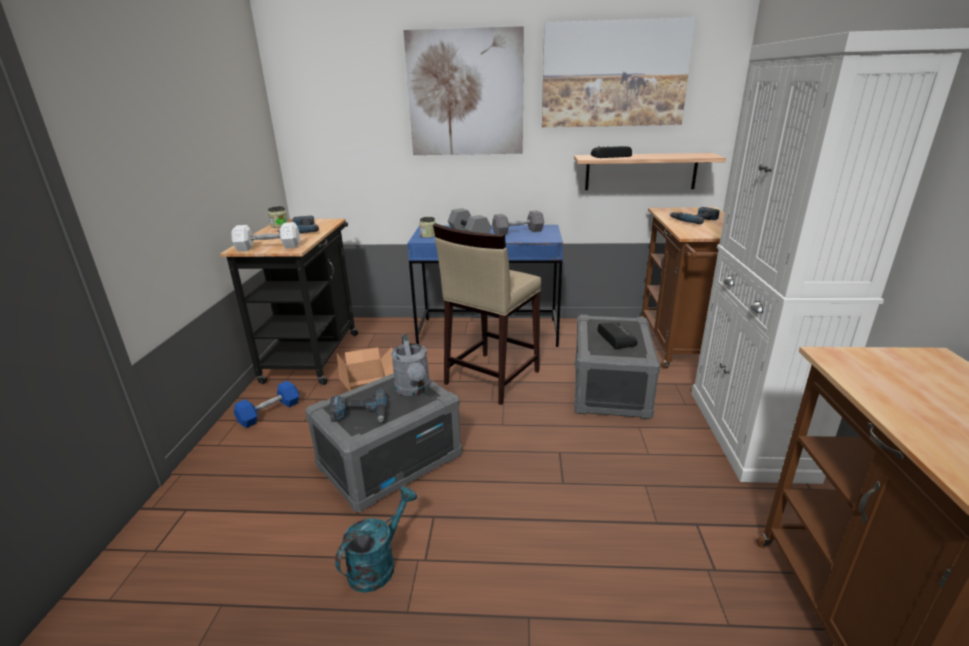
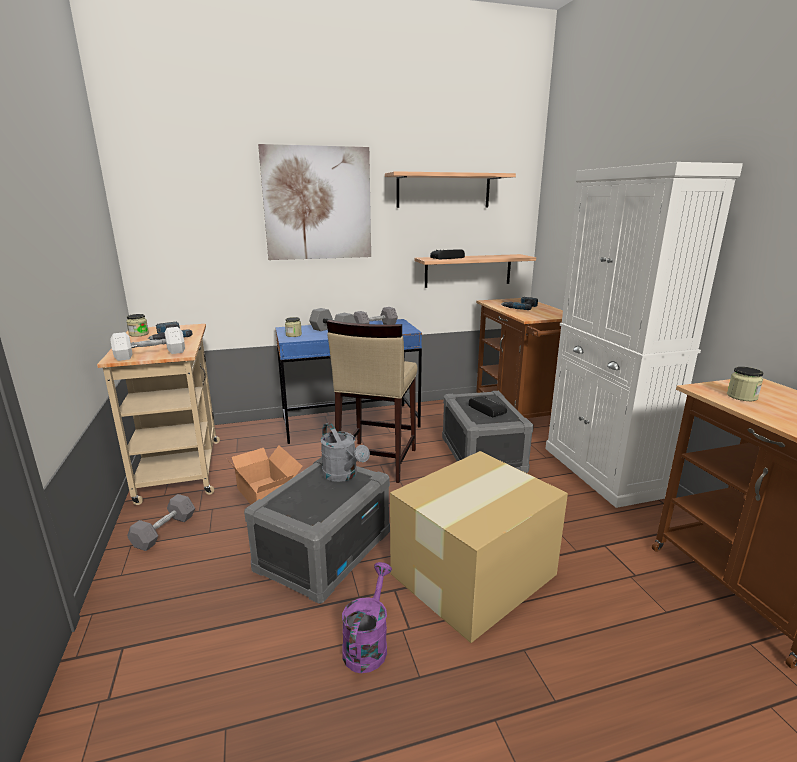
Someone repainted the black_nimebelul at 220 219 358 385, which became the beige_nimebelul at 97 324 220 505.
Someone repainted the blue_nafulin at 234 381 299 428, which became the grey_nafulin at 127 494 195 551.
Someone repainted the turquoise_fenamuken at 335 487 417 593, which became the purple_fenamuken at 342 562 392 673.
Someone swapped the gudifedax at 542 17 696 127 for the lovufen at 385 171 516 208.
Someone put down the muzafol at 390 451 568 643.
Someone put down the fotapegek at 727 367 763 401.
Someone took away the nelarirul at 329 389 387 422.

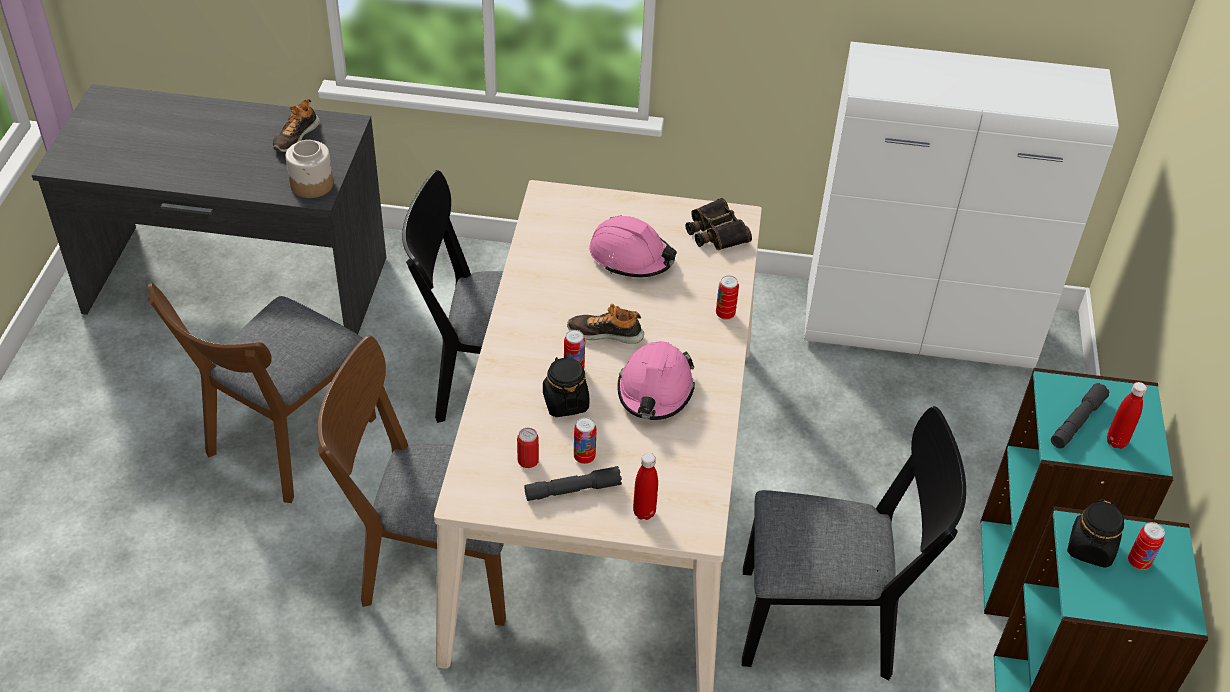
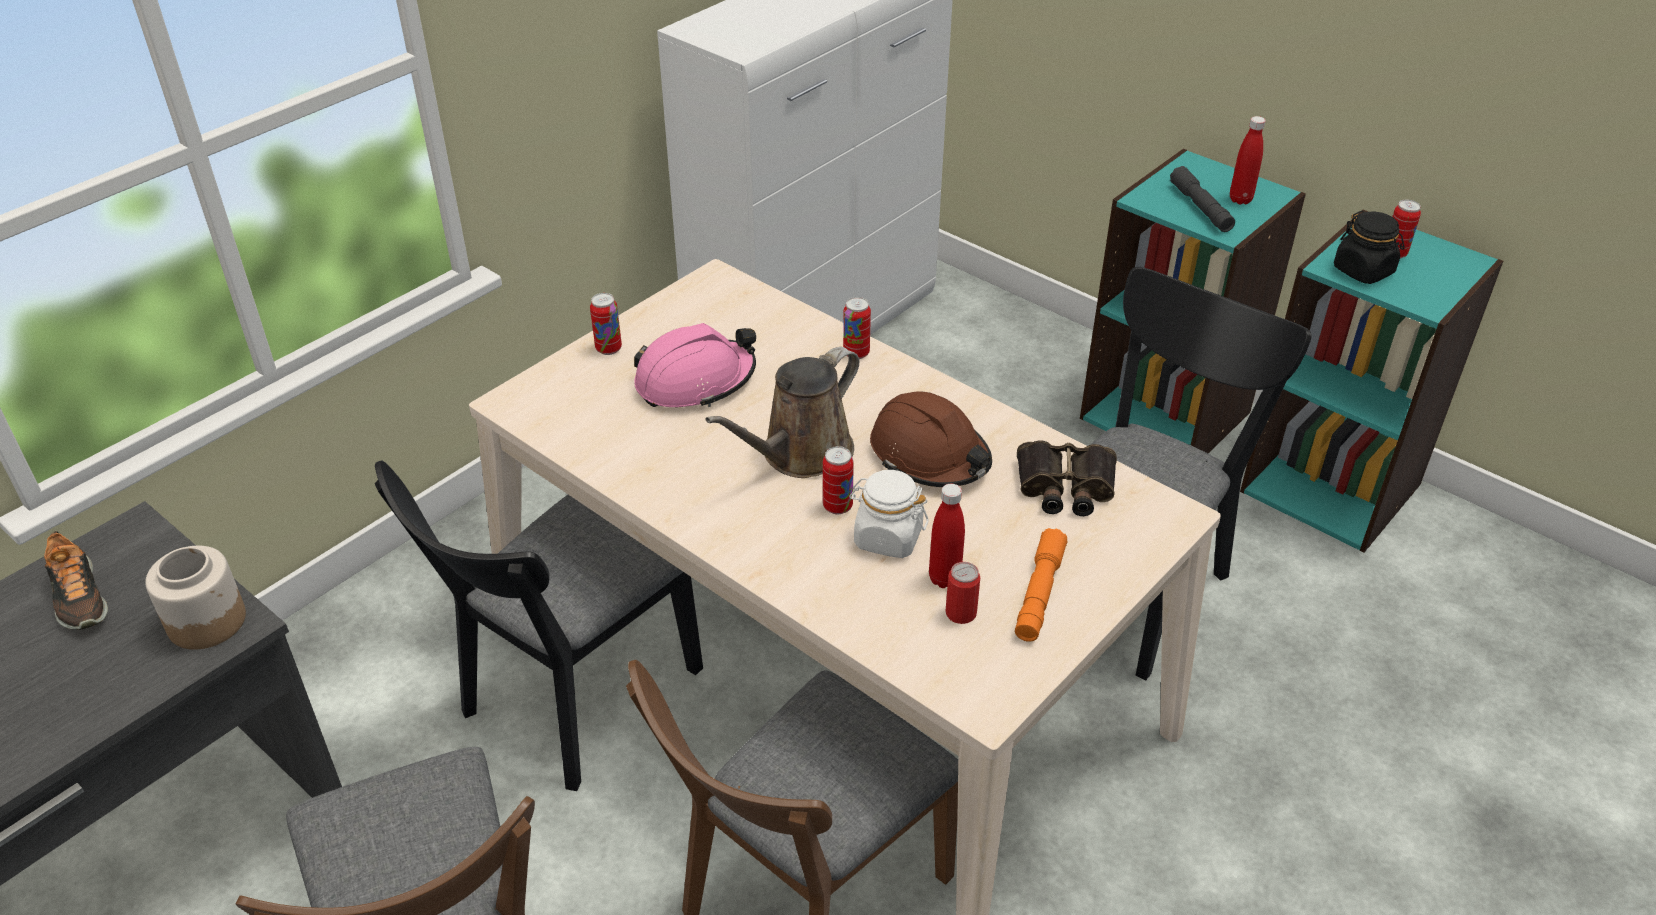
Someone carried the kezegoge from 574 417 597 464 to 590 293 622 355.
Someone swapped the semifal at 567 304 644 344 for the brown_fenamuken at 705 347 859 478.
Someone repainted the black_fotapegek at 543 356 589 417, which became the white_fotapegek at 849 470 929 558.
Someone repainted the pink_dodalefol at 617 341 695 420, which became the brown_dodalefol at 870 392 992 487.
Someone carried the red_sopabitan from 633 453 658 520 to 929 484 965 588.
Someone repainted the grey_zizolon at 524 466 622 501, which became the orange_zizolon at 1015 528 1068 642.
Someone carried the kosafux from 685 198 752 251 to 1017 440 1117 516.

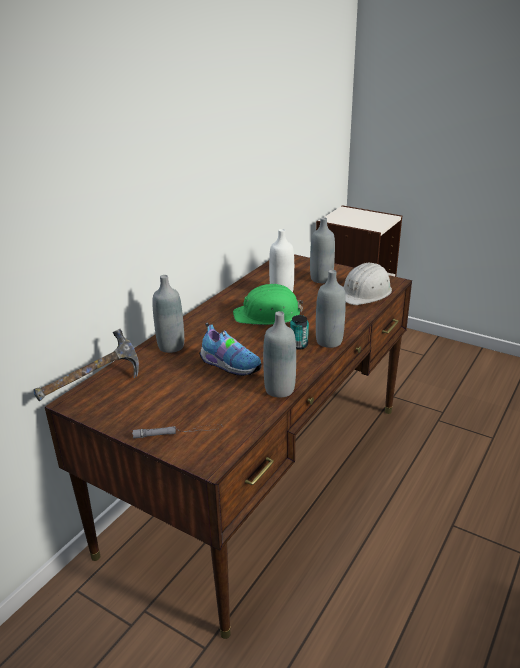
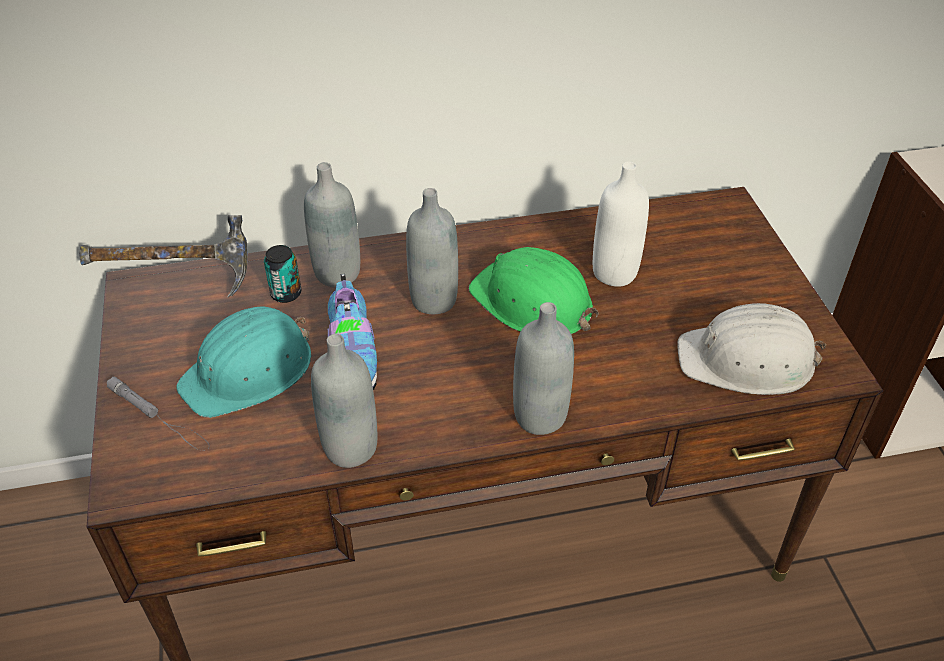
Someone put down the turquoise_dodalefol at 177 306 311 418.
Someone carried the kezegoge from 290 315 309 350 to 264 245 301 303.
Someone carried the grey_sopabitan from 310 217 335 283 to 406 188 458 314.

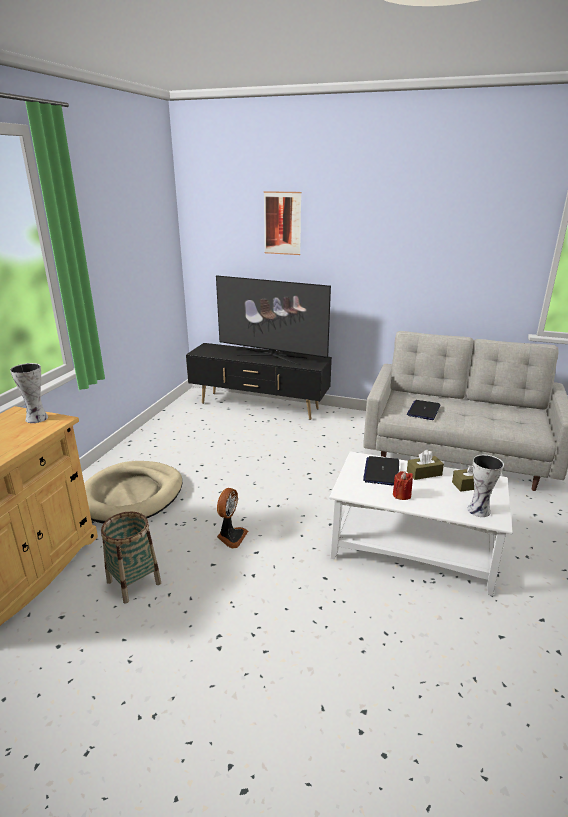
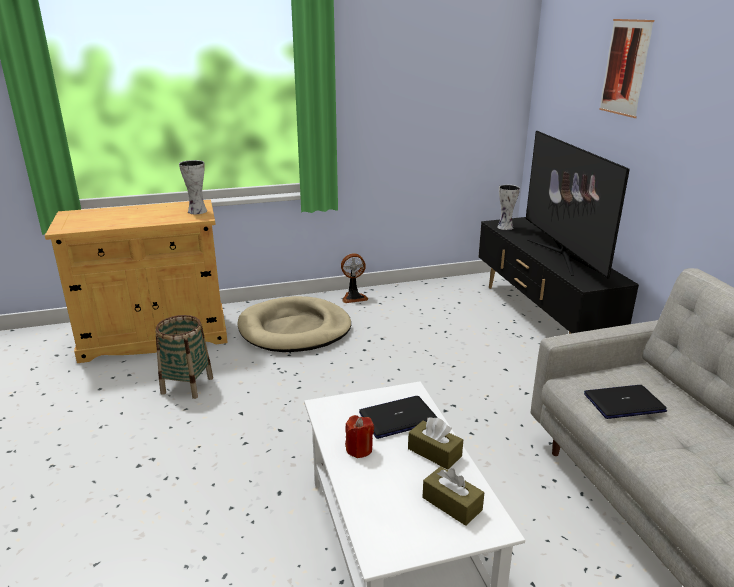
Someone carried the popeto from 217 488 248 548 to 341 253 368 303.
Someone carried the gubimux from 467 455 504 517 to 497 185 520 230.

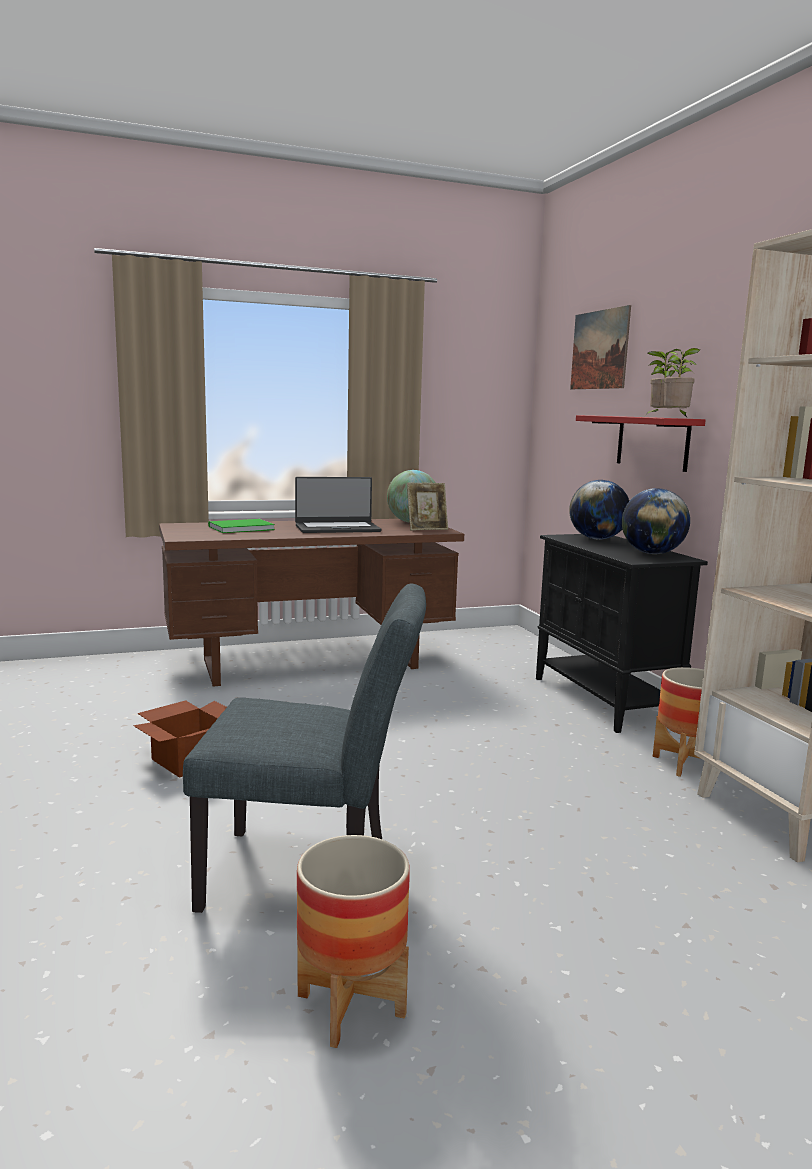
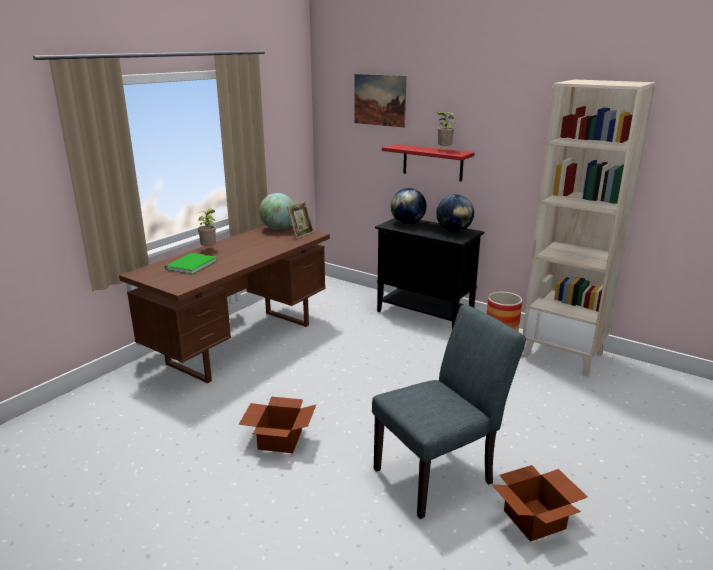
Someone carried the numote from 663 348 700 417 to 196 209 216 246.
Someone swapped the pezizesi at 297 835 410 1048 for the muzafol at 491 465 588 542.
Someone took away the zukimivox at 295 477 382 533.

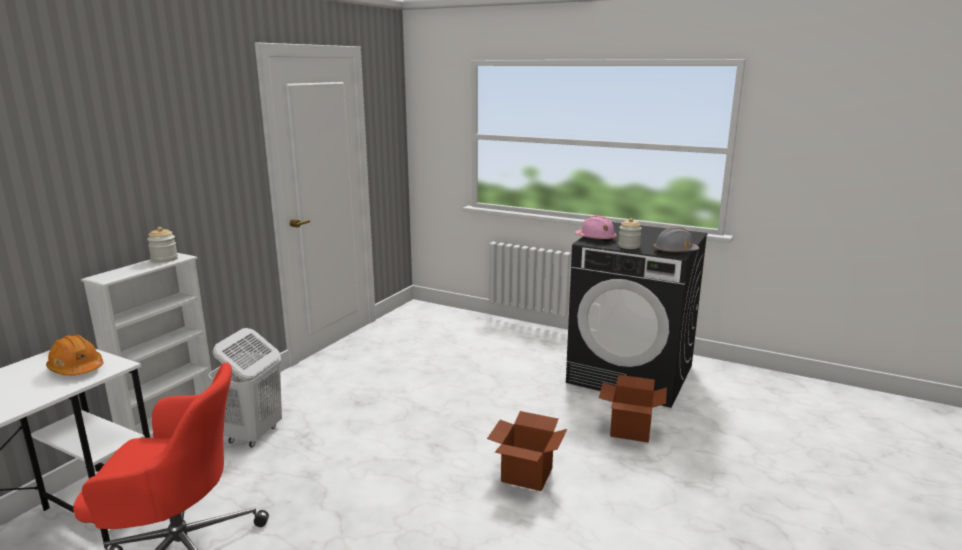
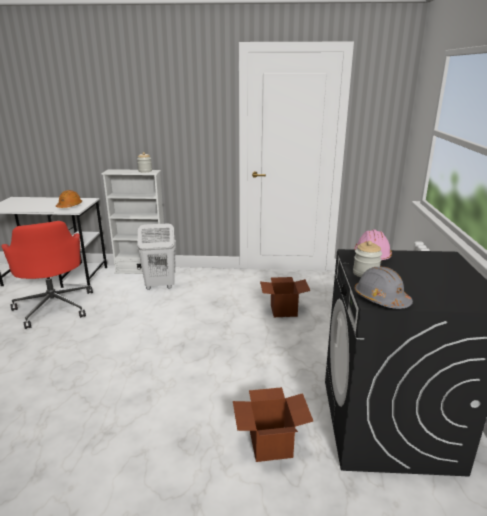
Someone carried the muzafol from 487 411 567 491 to 260 277 311 317.

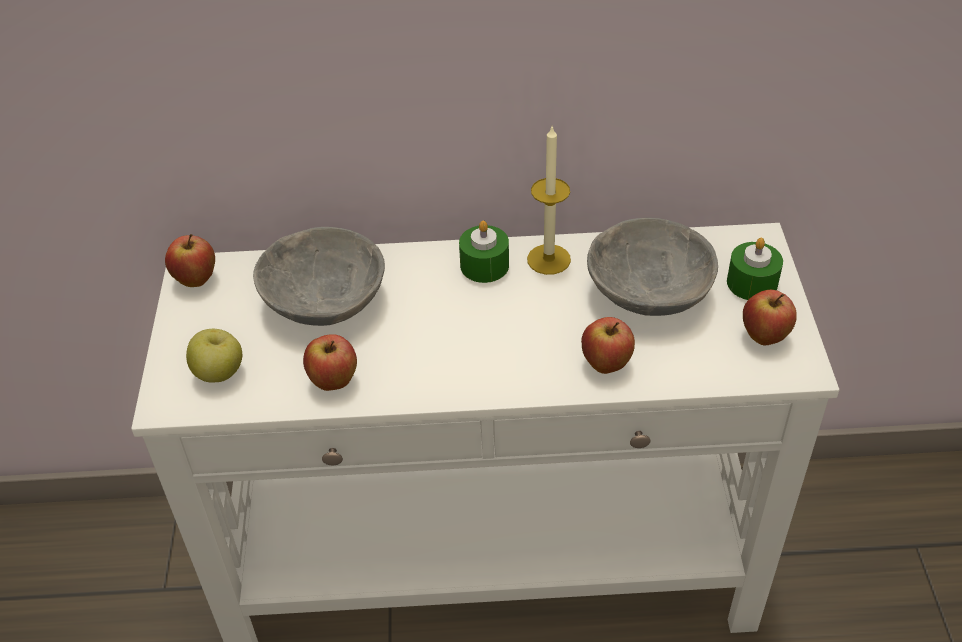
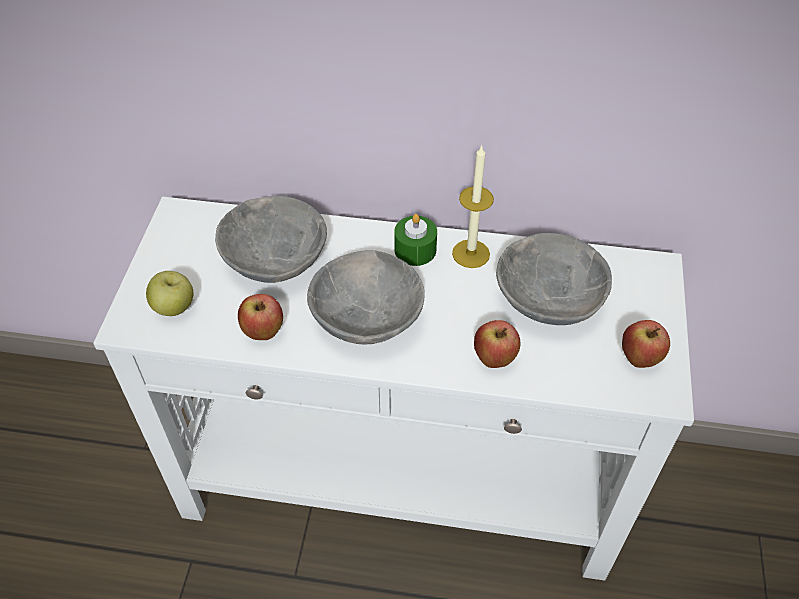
Someone put down the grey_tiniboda at 307 250 425 345.
Someone took away the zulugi at 165 234 215 287.
Someone took away the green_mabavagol at 727 238 783 300.

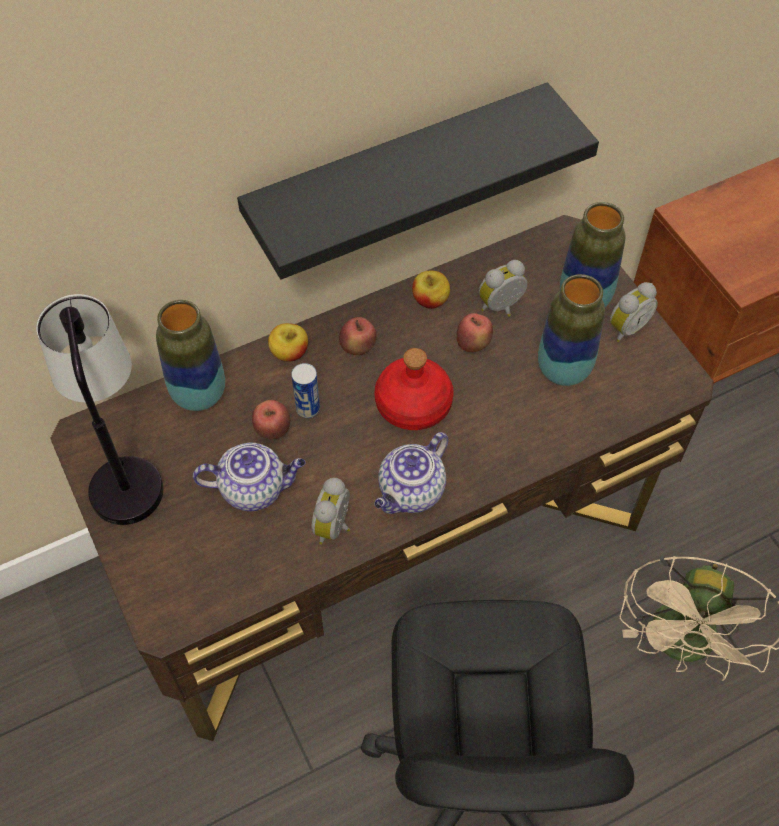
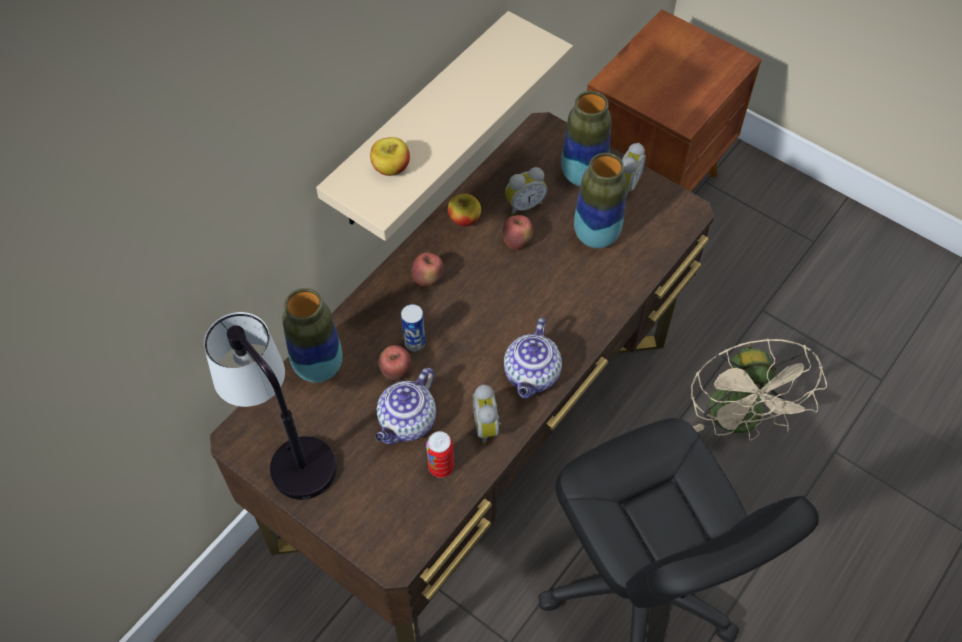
Someone repainted the black_lovufen at 237 82 599 280, which became the beige_lovufen at 316 11 573 241.
Someone carried the zulugi from 268 323 308 362 to 370 137 410 176.
Someone rotated the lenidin at 193 442 305 512 by 150 degrees clockwise.
Someone put down the kezegoge at 426 431 454 478.
Someone rotated the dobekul at 479 260 527 317 by 150 degrees counterclockwise.
Someone took away the red_sopabitan at 375 348 454 430.

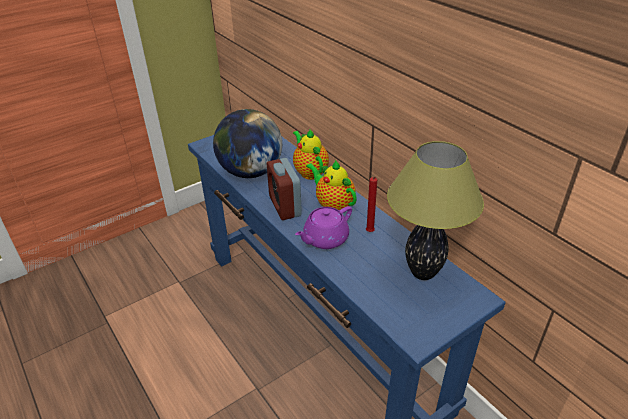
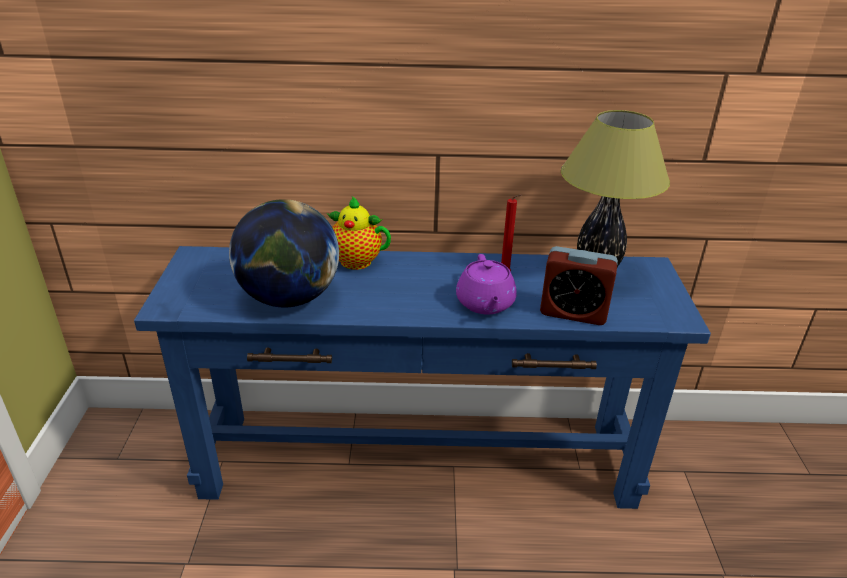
Someone carried the dobekul from 267 158 302 220 to 540 246 618 325.
Someone took away the lenidin at 306 160 357 210.

